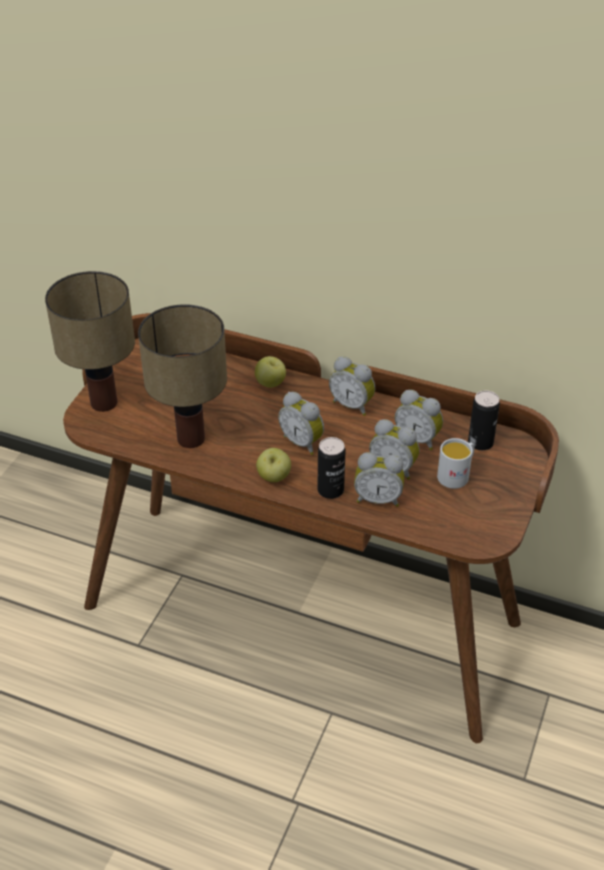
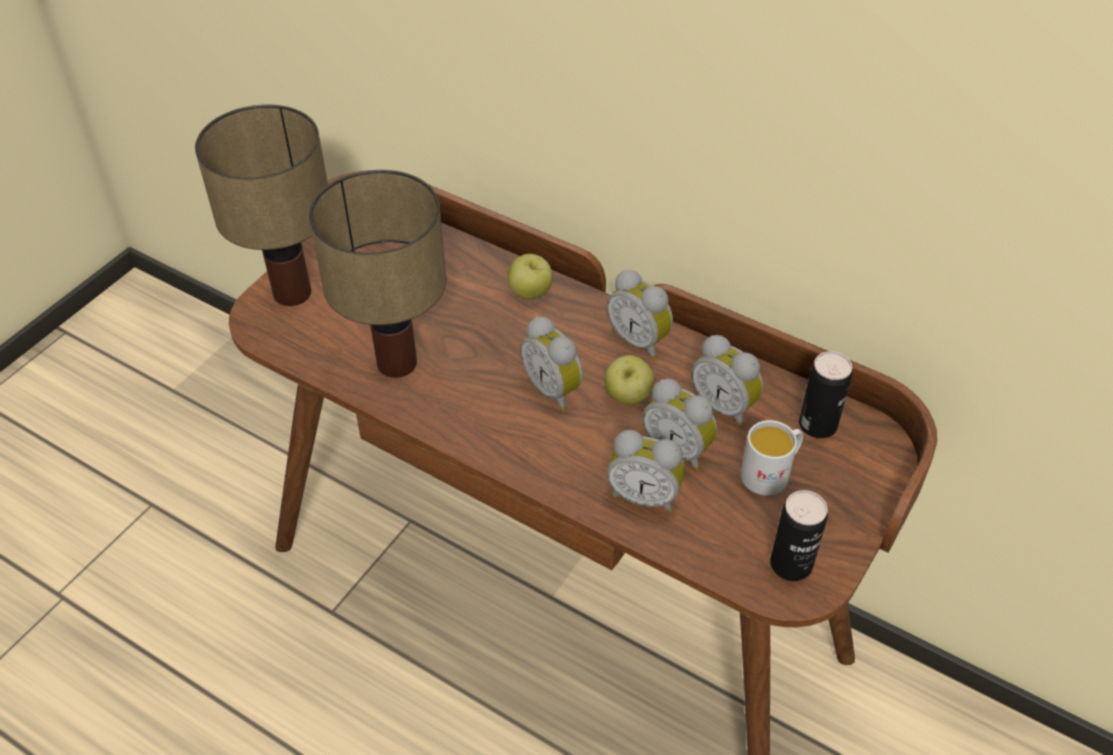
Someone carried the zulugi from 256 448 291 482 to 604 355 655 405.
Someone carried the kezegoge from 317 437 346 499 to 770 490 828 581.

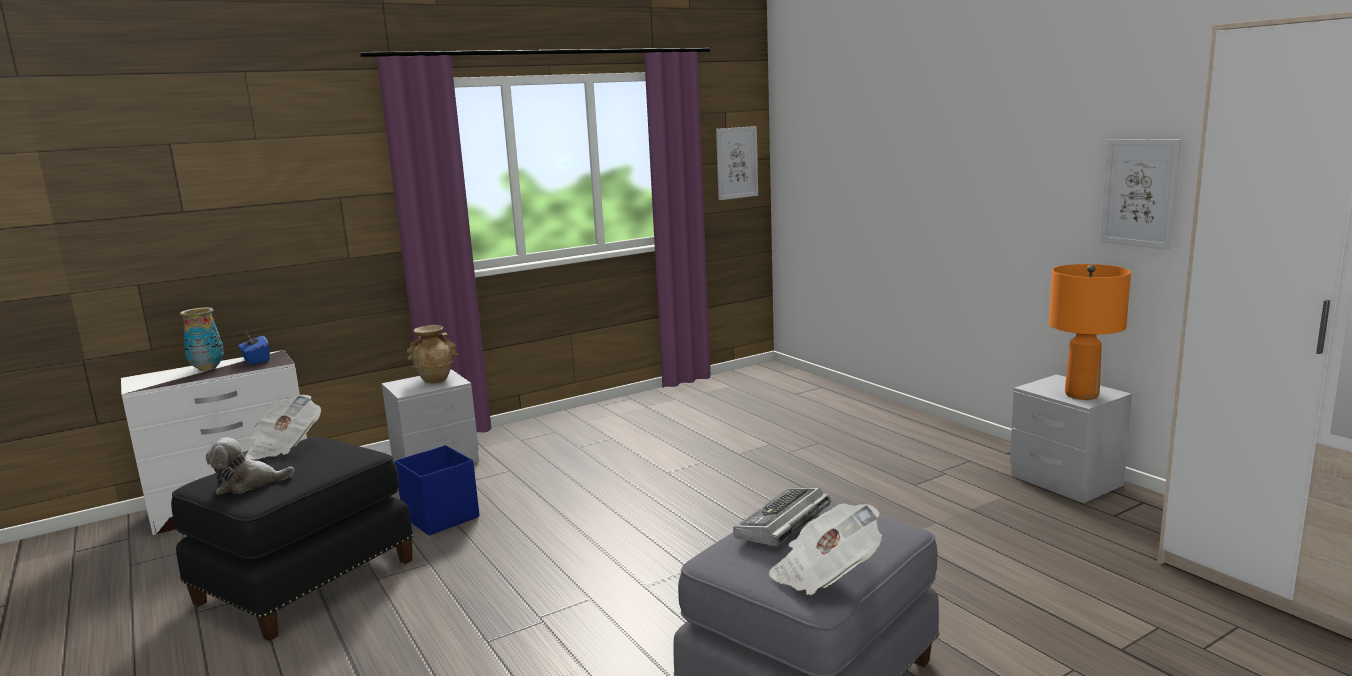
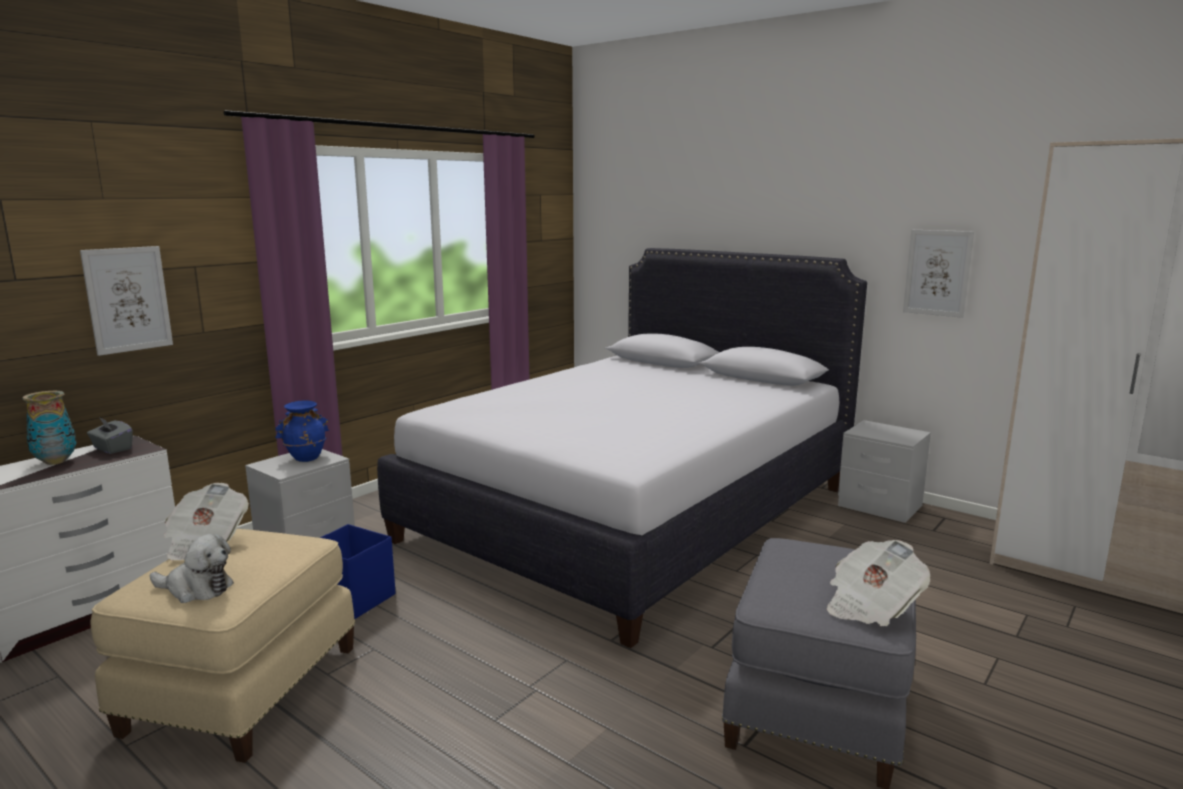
Someone carried the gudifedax from 716 126 758 200 to 80 246 173 356.
Someone repainted the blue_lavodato at 238 332 270 365, which became the grey_lavodato at 87 417 133 454.
Someone repainted the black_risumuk at 171 437 413 641, which became the beige_risumuk at 91 529 355 763.
Someone rotated the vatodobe at 206 437 294 494 by 135 degrees counterclockwise.
Someone repainted the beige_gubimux at 407 325 458 384, which became the blue_gubimux at 275 400 329 462.
Someone put down the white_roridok at 377 248 867 648.
Someone took away the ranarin at 733 488 831 547.
Someone took away the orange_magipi at 1049 264 1131 400.

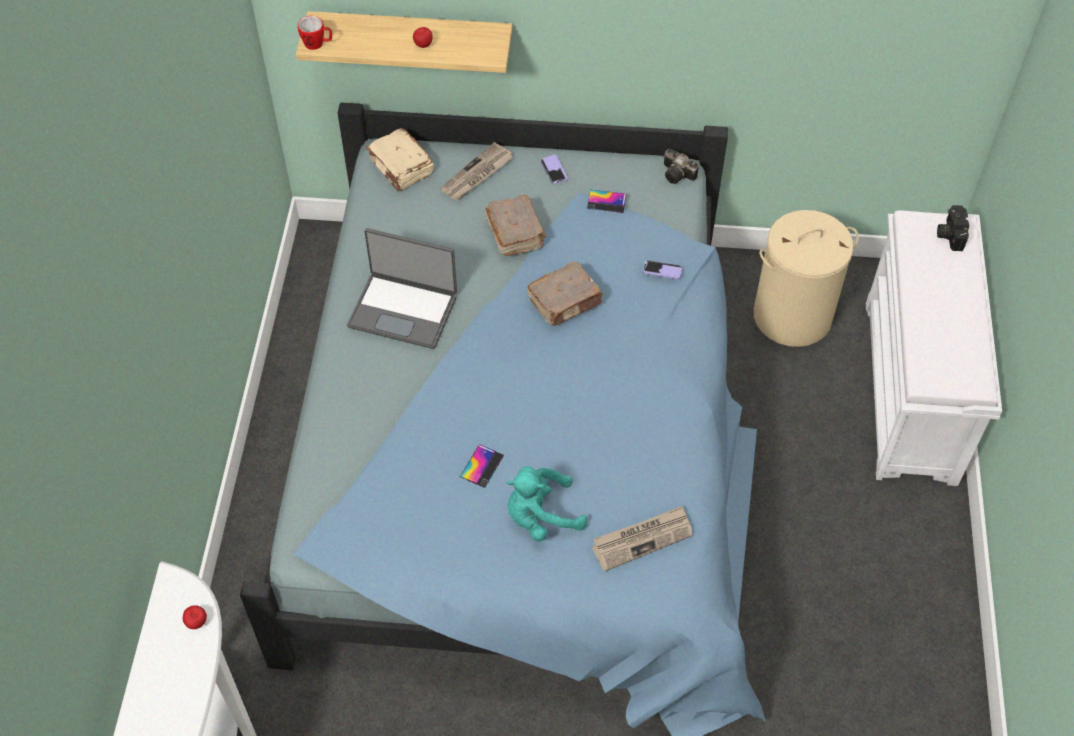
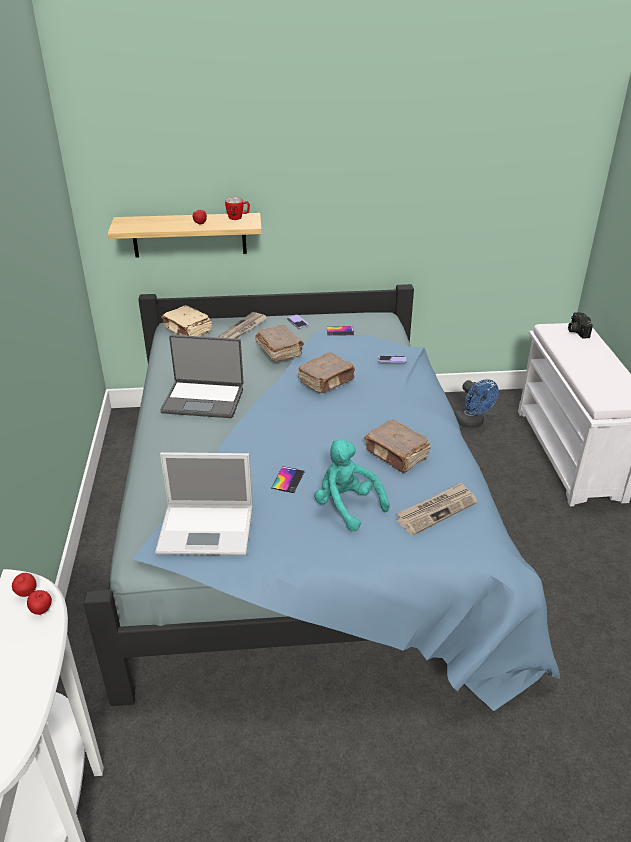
Someone put down the zulugi at 12 573 37 597.
Someone put down the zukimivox at 155 452 253 555.
Someone carried the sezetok from 298 16 332 50 to 225 198 250 220.
Someone rotated the turquoise_vatodobe at 506 467 587 541 by 75 degrees clockwise.
Someone put down the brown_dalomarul at 364 420 431 473.
Someone swapped the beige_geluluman at 754 210 859 347 for the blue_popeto at 455 379 499 428.
Someone took away the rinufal at 664 149 699 184.

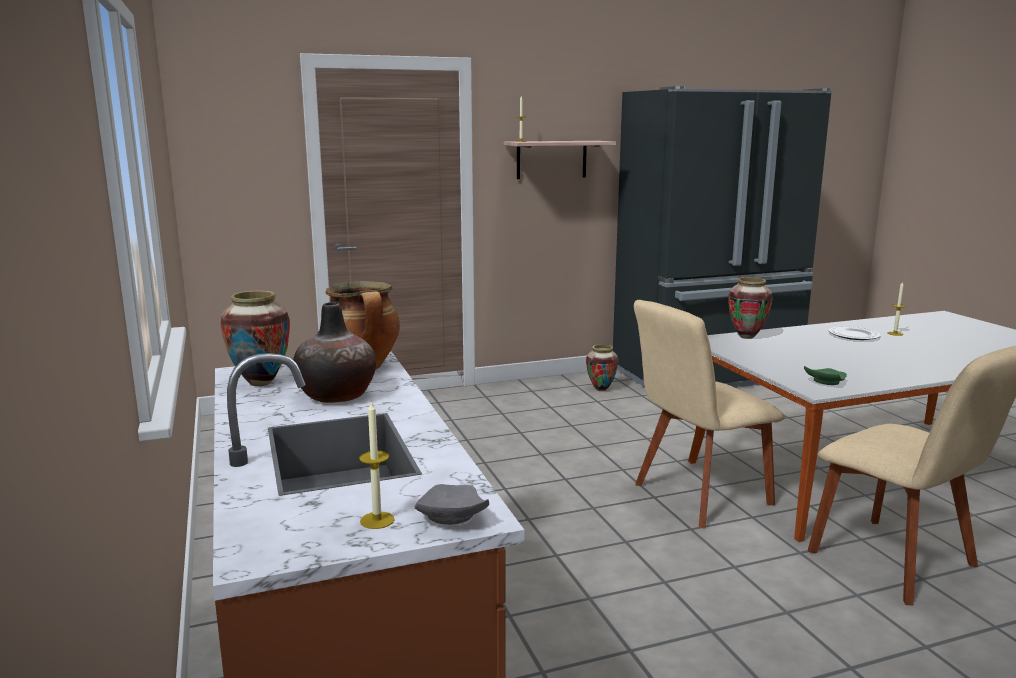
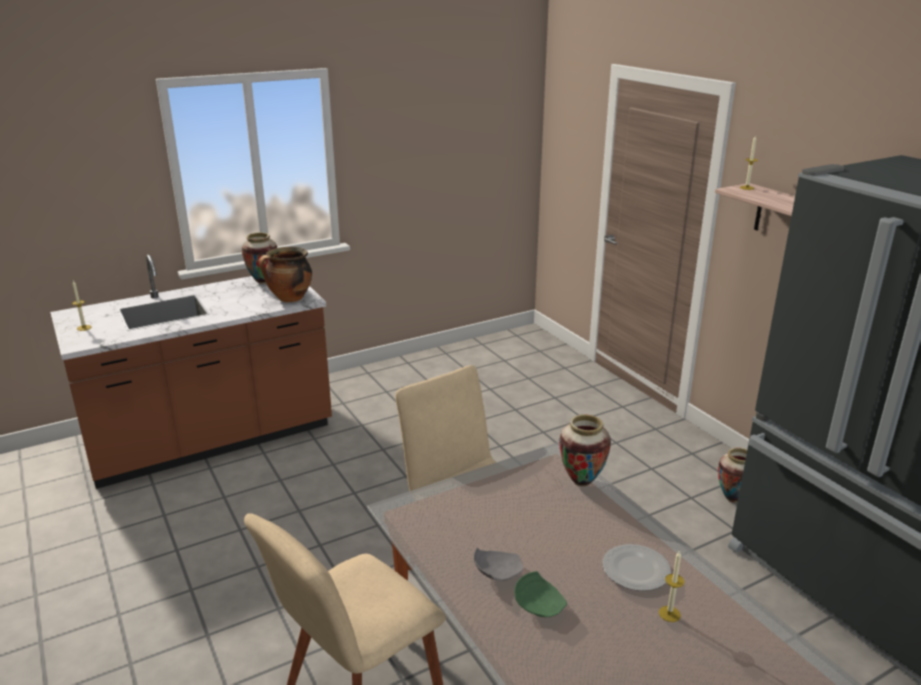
Someone carried the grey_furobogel from 415 484 489 525 to 474 548 523 581.
Someone carried the green_furobogel from 804 366 847 385 to 514 571 567 617.
Someone took away the gubimux at 293 302 376 403.

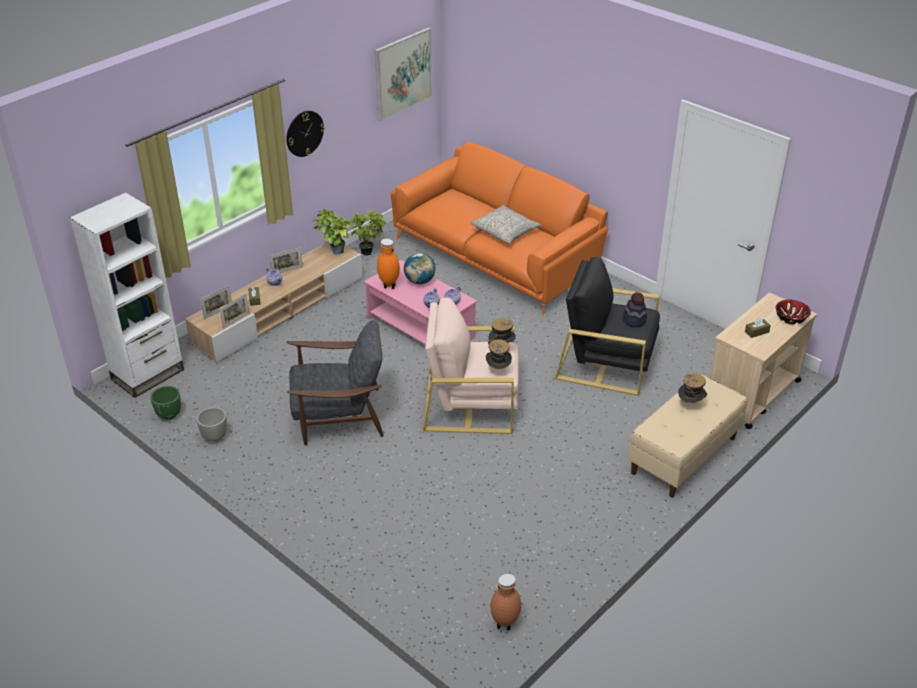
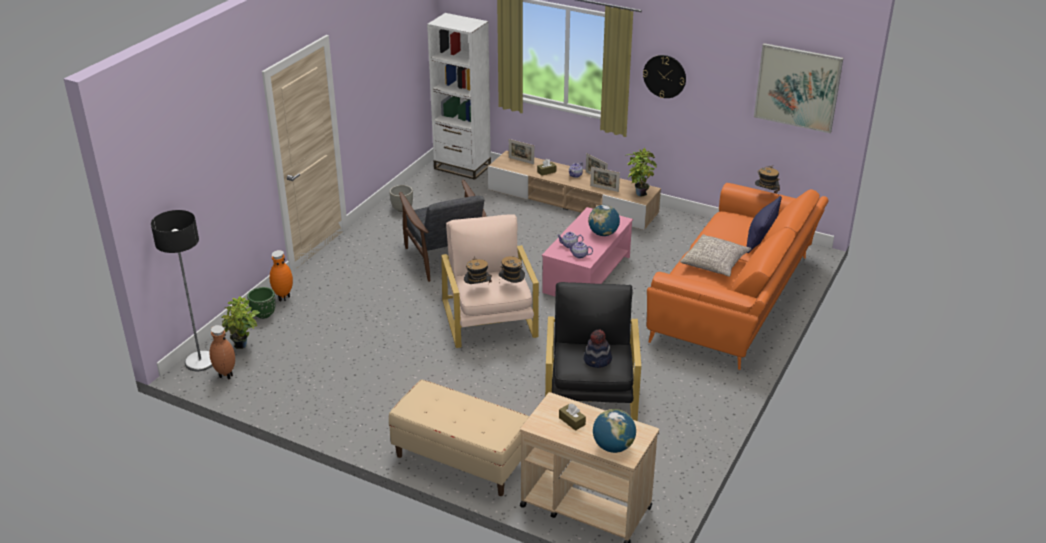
Someone put down the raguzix at 151 210 212 371.
Someone carried the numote from 350 210 386 256 to 221 296 260 349.
Someone carried the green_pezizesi from 150 386 181 420 to 247 287 275 319.
Someone carried the orange_gubimux from 377 239 400 289 to 270 250 293 301.
Someone carried the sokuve from 219 294 249 329 to 590 167 620 192.
Someone swapped the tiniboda at 776 300 811 324 for the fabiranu at 593 409 636 453.
Someone put down the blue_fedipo at 747 196 782 253.
Someone carried the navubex from 678 372 707 403 to 755 165 780 197.

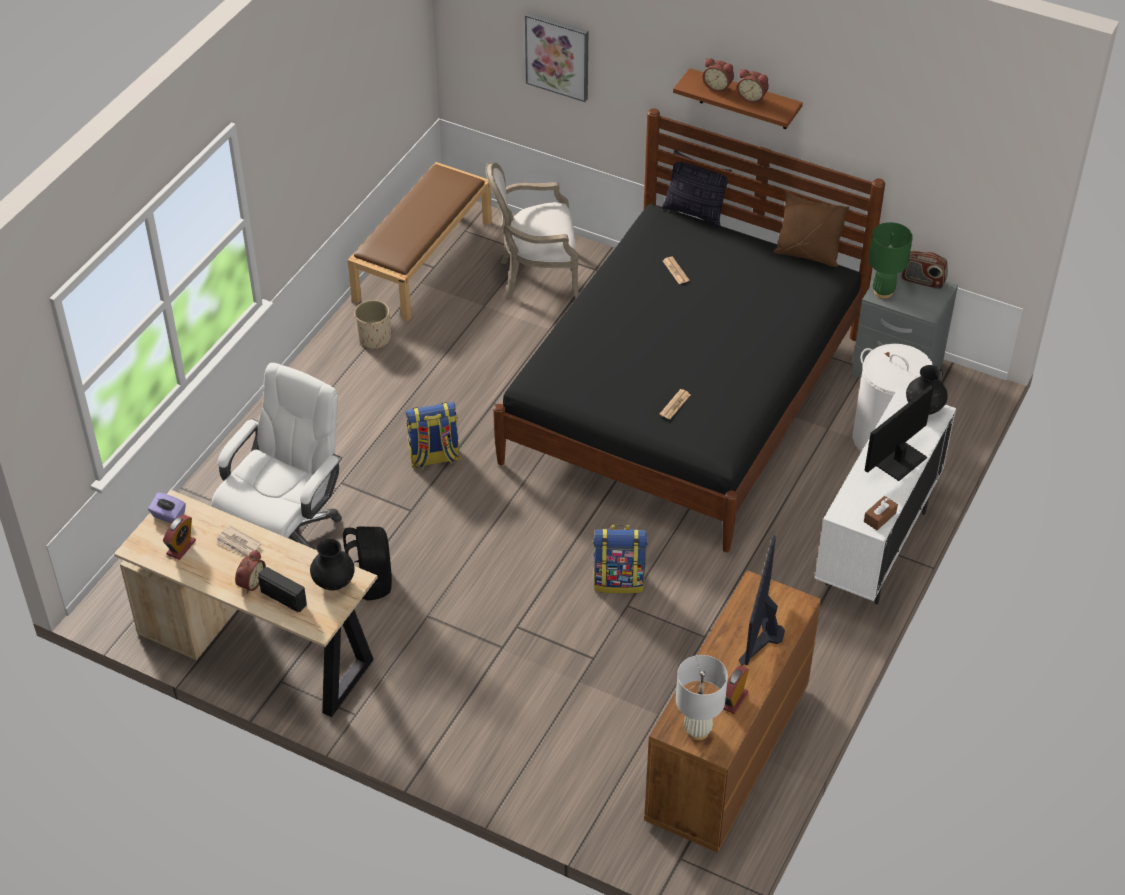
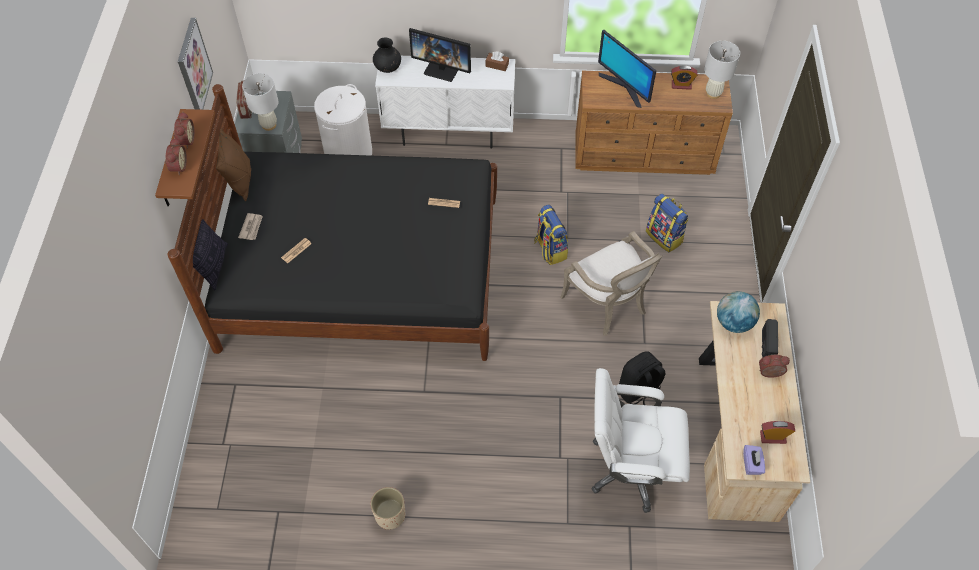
Someone carried the gudifedax from 525 12 588 102 to 178 18 213 110.
Someone carried the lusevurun from 216 525 262 557 to 238 213 263 240.
Someone repainted the green_magipi at 868 222 913 299, which became the white_magipi at 242 73 279 131.
Someone carried the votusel from 486 163 579 301 to 560 231 663 336.
Someone rotated the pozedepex at 739 535 785 666 by 60 degrees clockwise.
Someone carried the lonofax from 405 402 460 469 to 646 193 689 253.
Someone swapped the black_gubimux at 310 539 355 590 for the fabiranu at 717 291 760 333.
Someone took away the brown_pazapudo at 348 162 492 322.

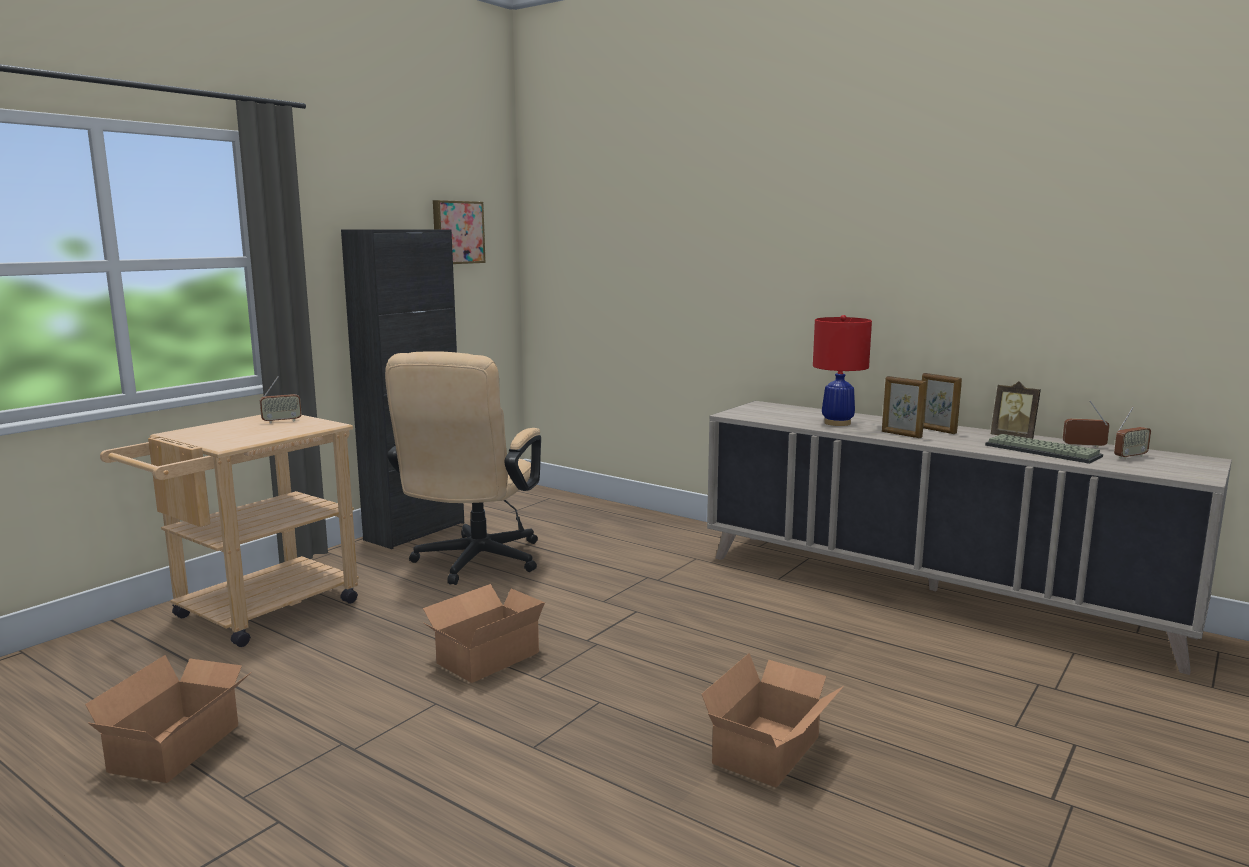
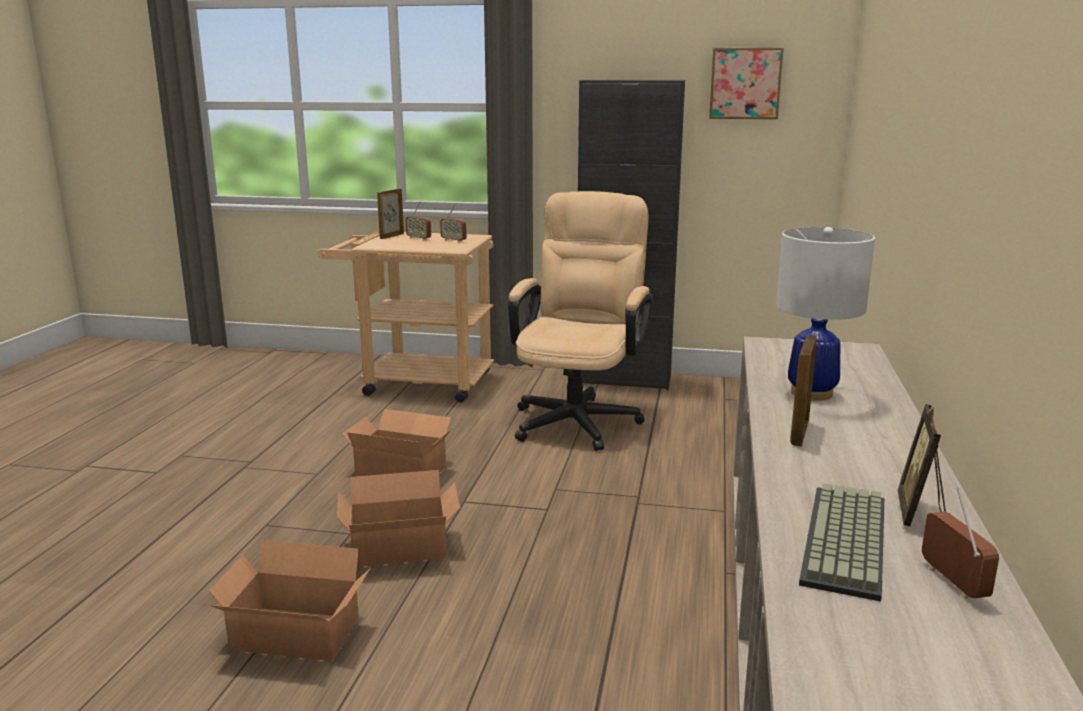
Someone carried the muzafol from 85 655 250 783 to 337 470 460 567.
Someone carried the sokuve from 922 373 962 434 to 377 189 404 239.
Someone carried the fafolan from 1114 407 1151 460 to 406 201 431 240.
Someone rotated the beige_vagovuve at 385 351 541 585 by 120 degrees clockwise.
Someone repainted the red_magipi at 813 315 872 426, which became the white_magipi at 776 227 875 401.

